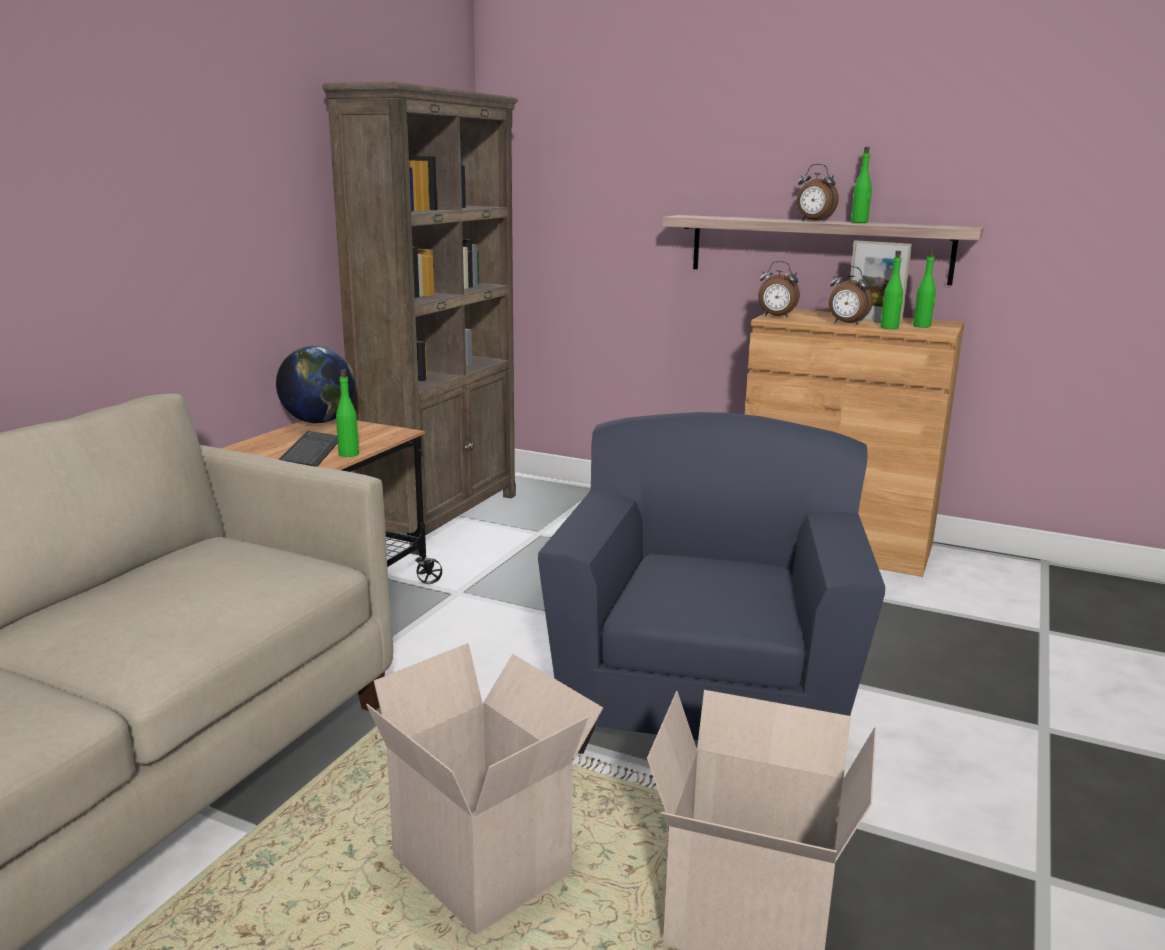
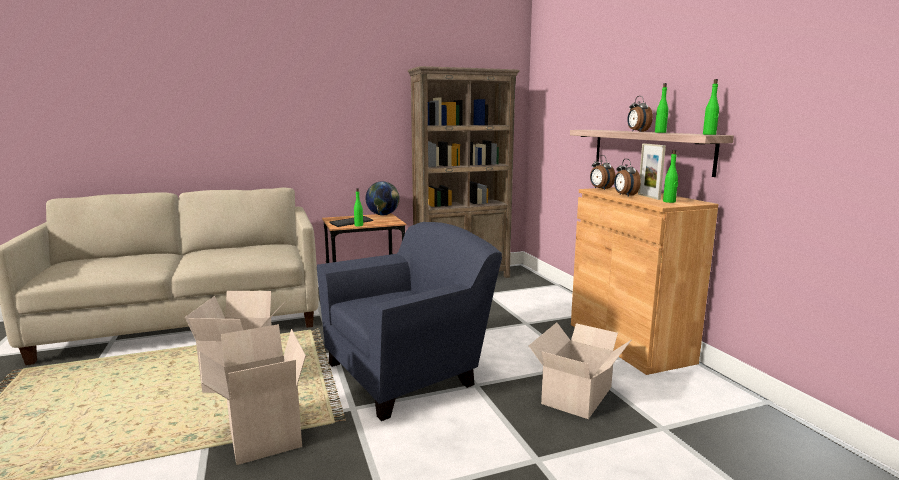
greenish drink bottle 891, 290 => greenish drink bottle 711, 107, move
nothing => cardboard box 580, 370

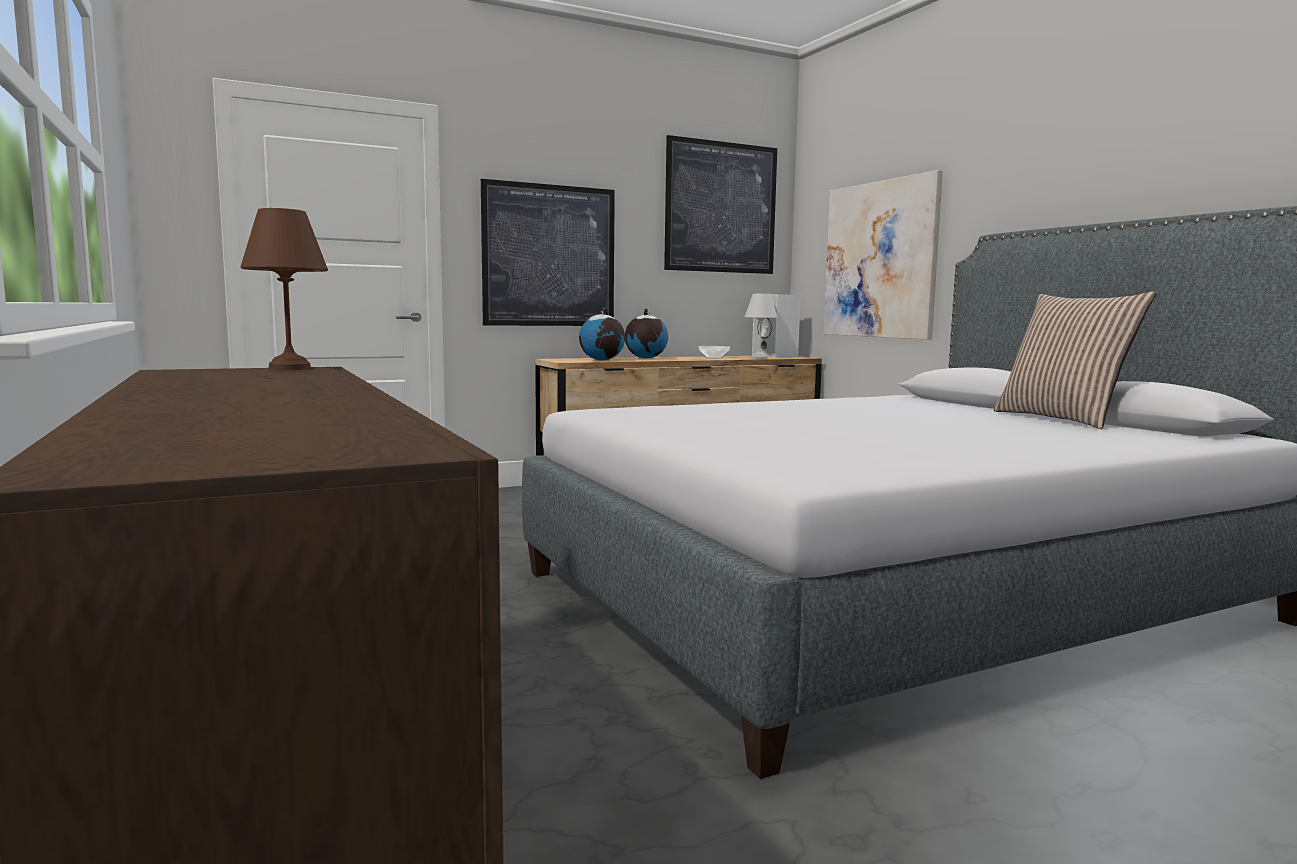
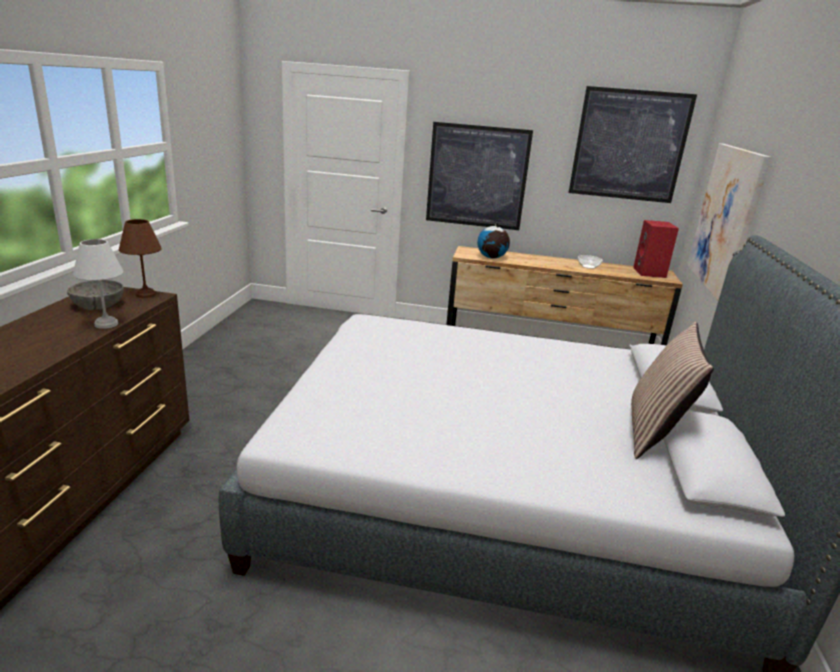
world globe 646, 333 => nothing
white-coloured lamp for a table 761, 326 => white-coloured lamp for a table 98, 284, move
white-coloured audio speaker 776, 326 => red audio speaker 656, 249
nothing => gray bowl 95, 295

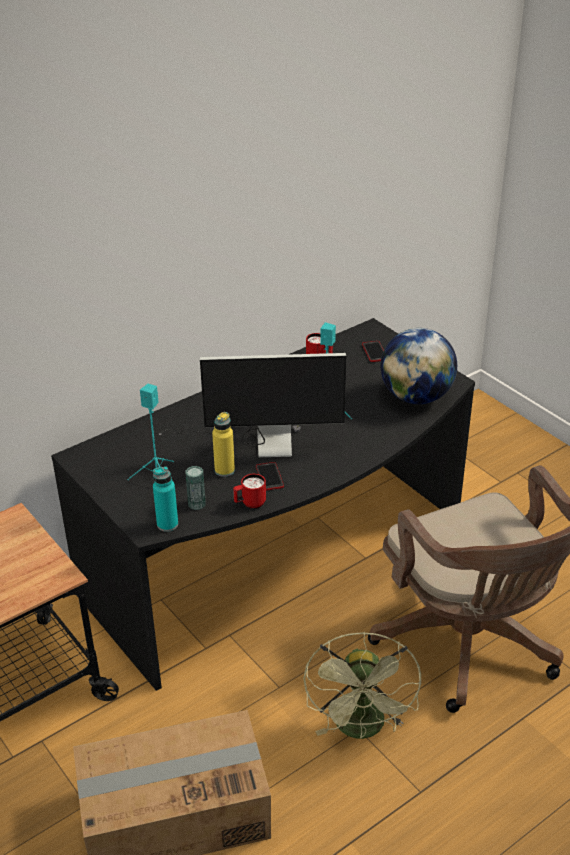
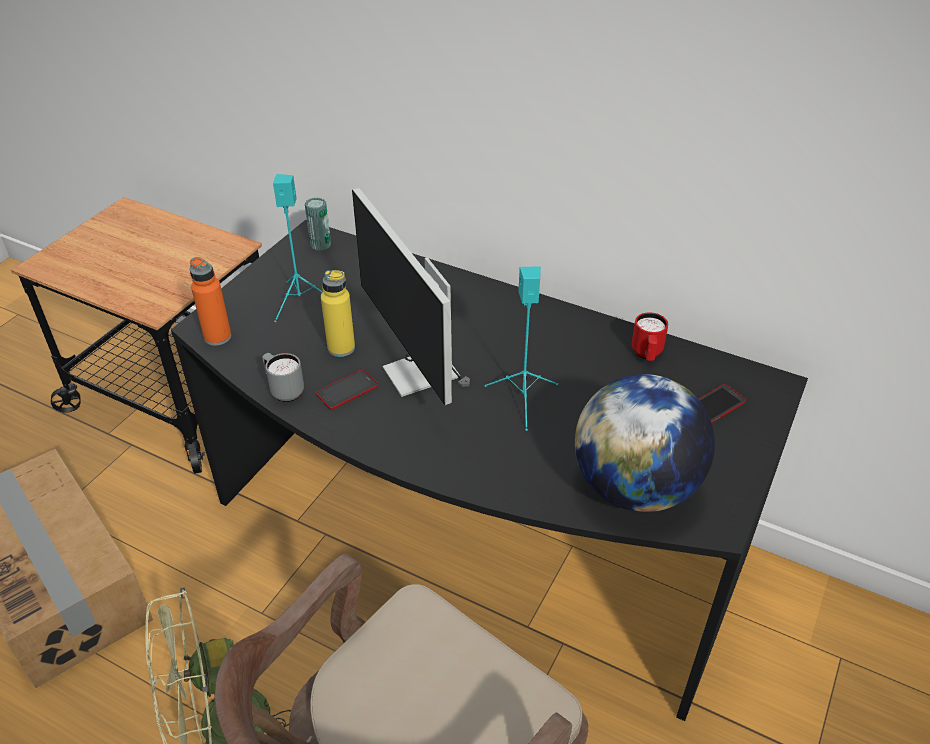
turquoise drink bottle 165, 499 => orange-coloured drink bottle 210, 301
can 196, 488 => can 318, 224, move
red tea mug 249, 491 => gray tea mug 283, 377

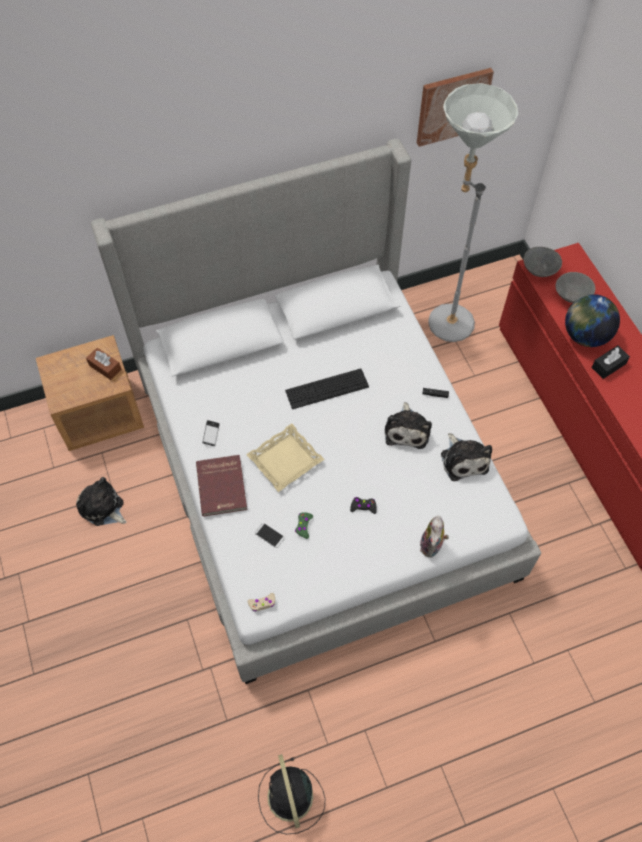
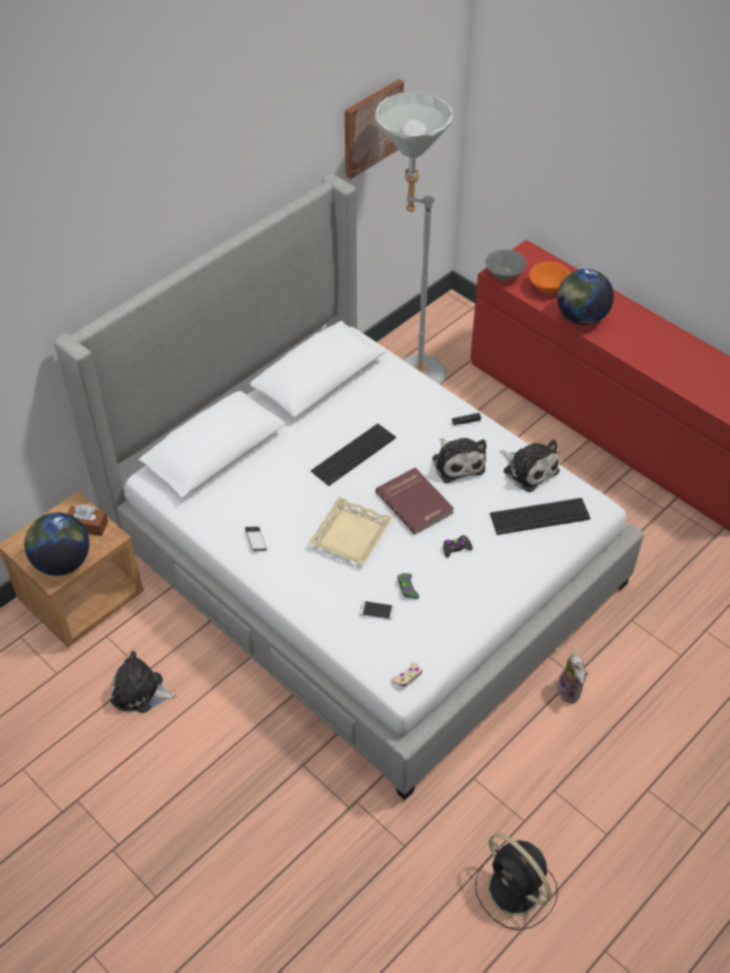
red volume 221, 486 => red volume 414, 501, move
soft toy 434, 537 => soft toy 573, 678, move
gray bowl 575, 287 => orange-coloured bowl 550, 278
black tissue box 610, 362 => nothing
nothing => world globe 56, 544
nothing => keyboard 540, 516

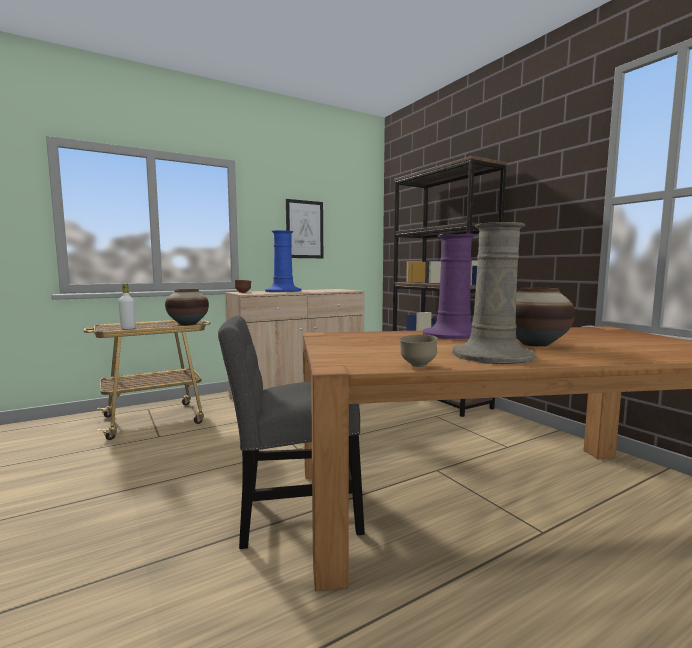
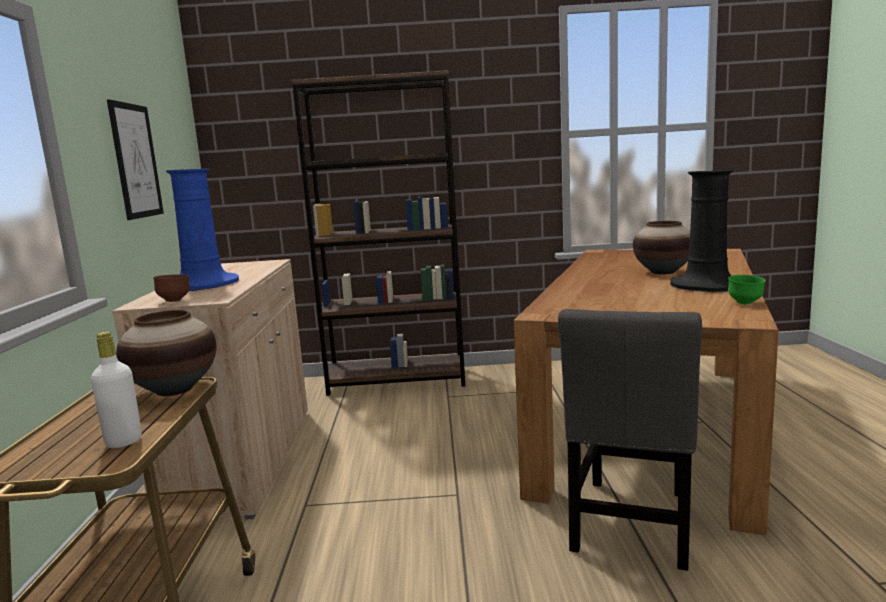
brown bowl 418, 350 => greenish bowl 747, 289
purplish vase 449, 286 => nothing
beige vase 493, 293 => black vase 702, 231

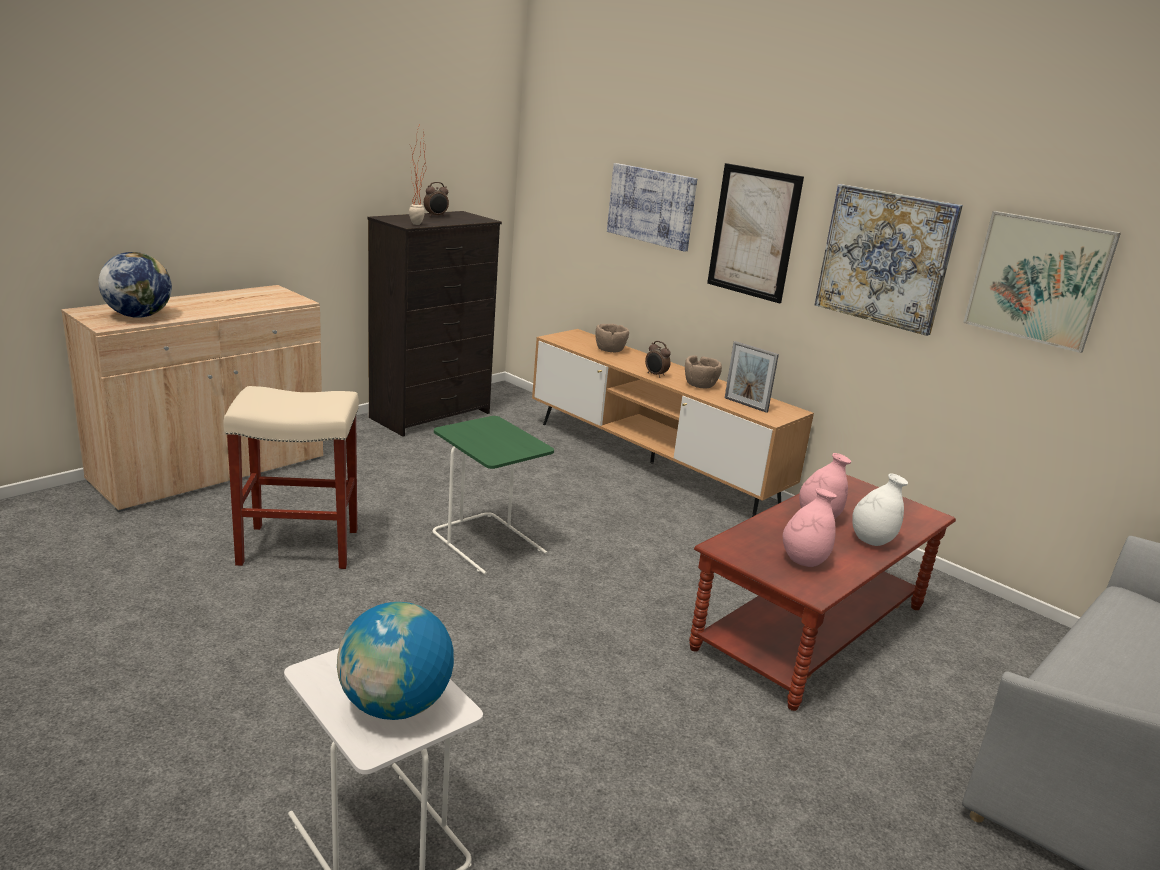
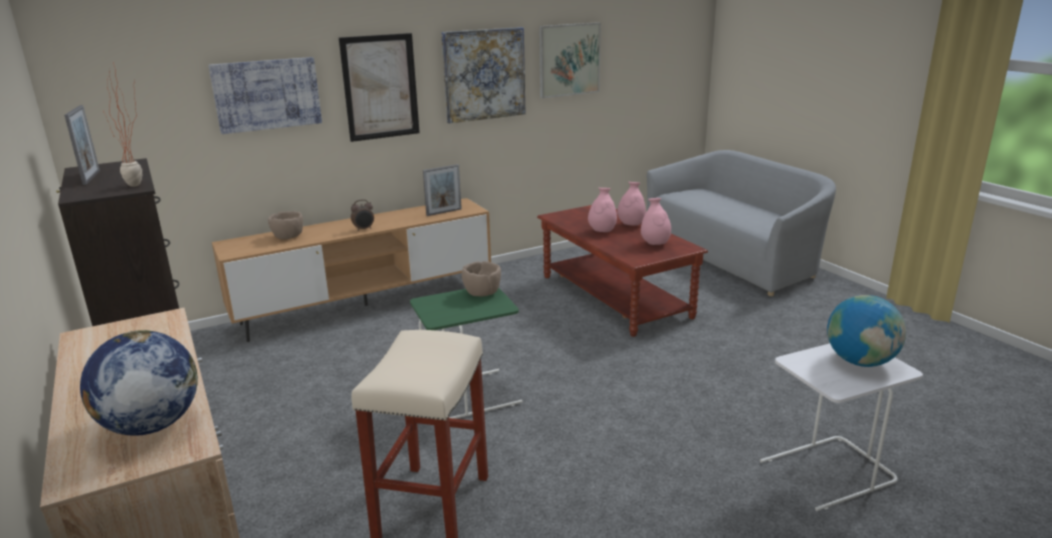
bedside clock 436, 199 => picture frame 82, 145
brown bowl 703, 371 => brown bowl 481, 278, move
white-coloured vase 880, 509 => pink-coloured vase 631, 204

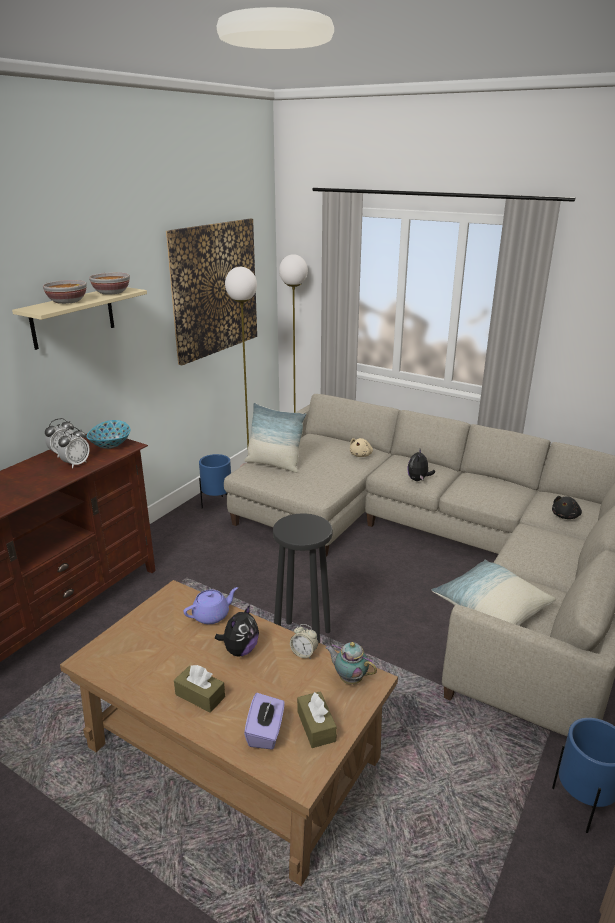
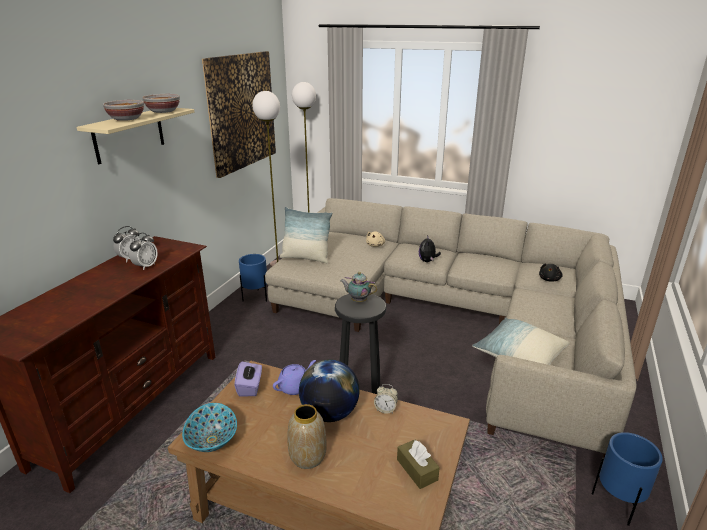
bowl 109, 434 => bowl 209, 427, move
brown tissue box 199, 689 => vase 307, 436
soft toy 237, 631 => world globe 329, 390
purplish tissue box 264, 721 => purplish tissue box 248, 379, move
teapot 351, 663 => teapot 358, 287, move

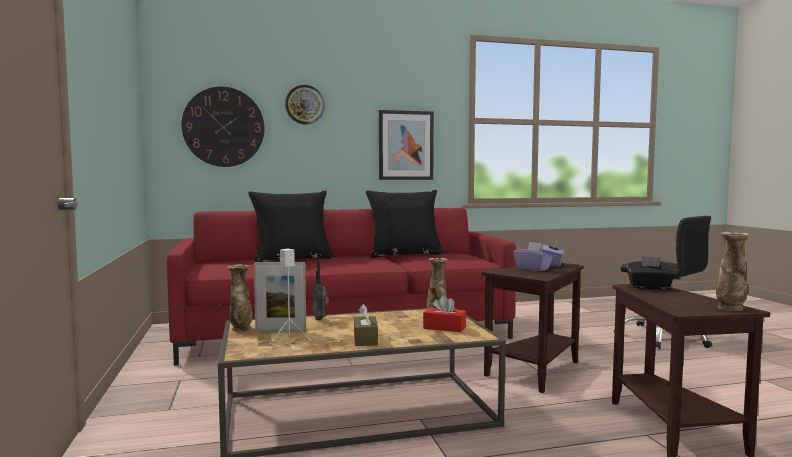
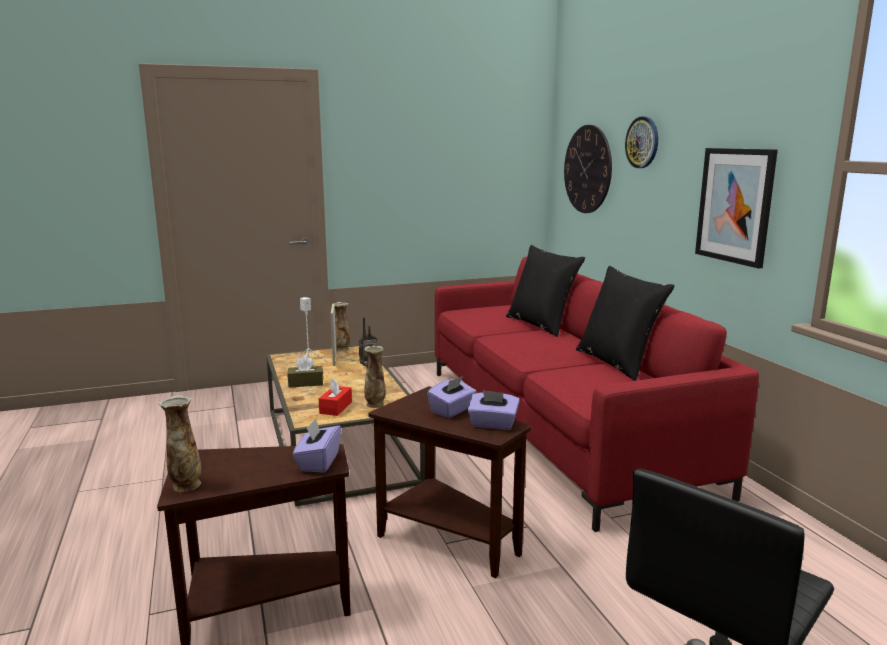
black tissue box 651, 272 => purplish tissue box 317, 445

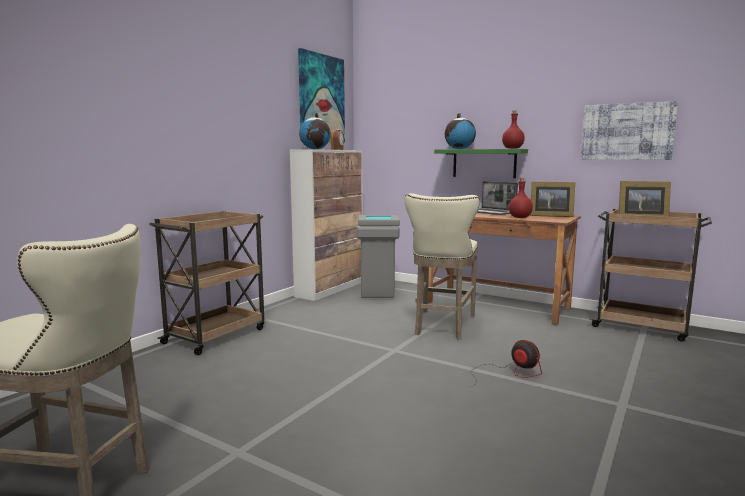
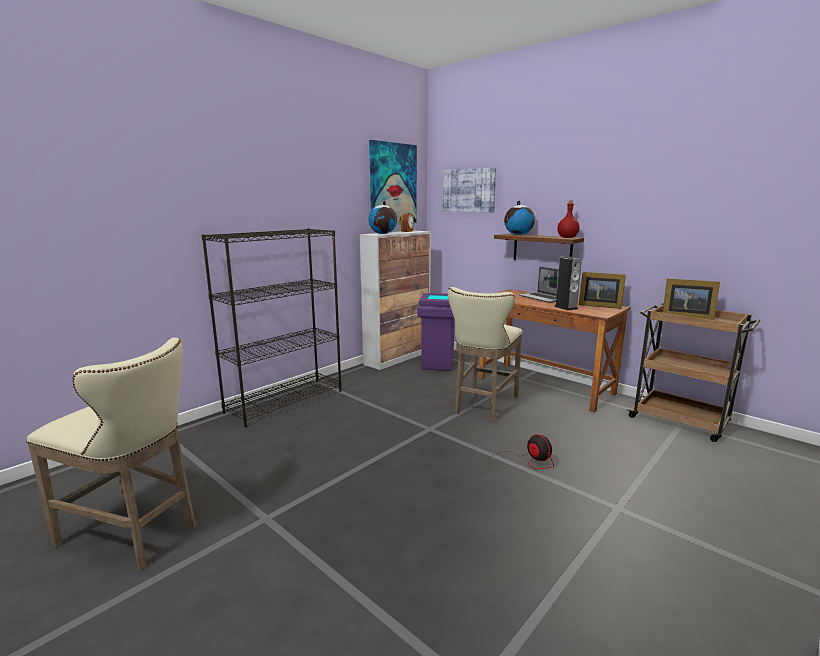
brown cart 206, 283 => black shelving unit 272, 328
gray trash can 378, 256 => purplish trash can 436, 332
greenish wall shelf 481, 163 => brown wall shelf 539, 247
red drink bottle 521, 198 => audio speaker 568, 283
wall picture 629, 130 => wall picture 469, 190, move

